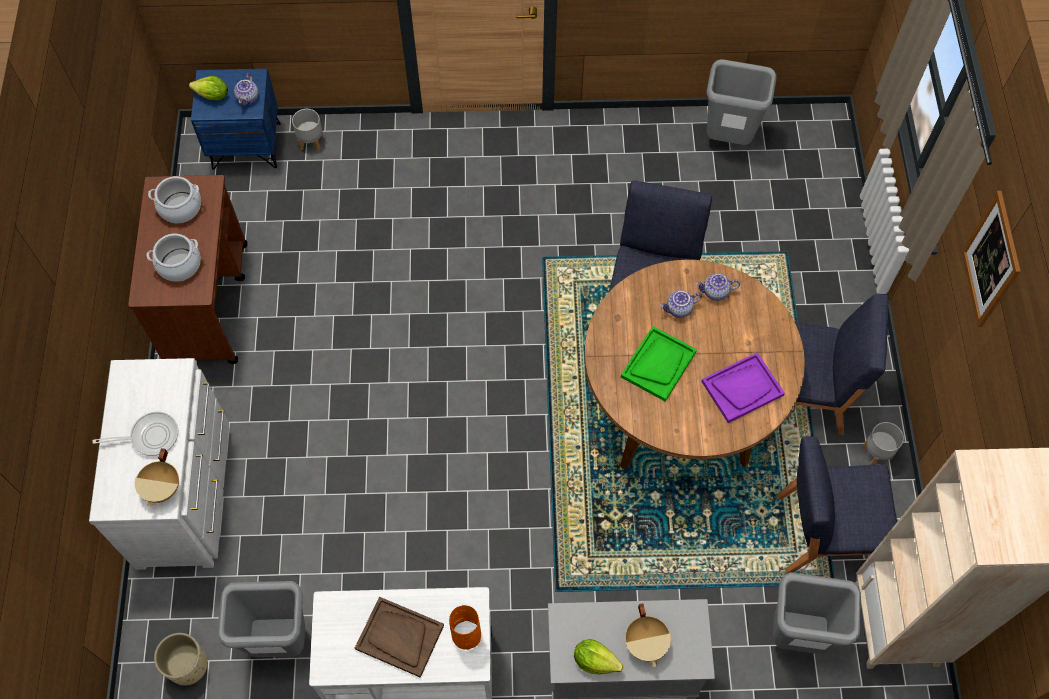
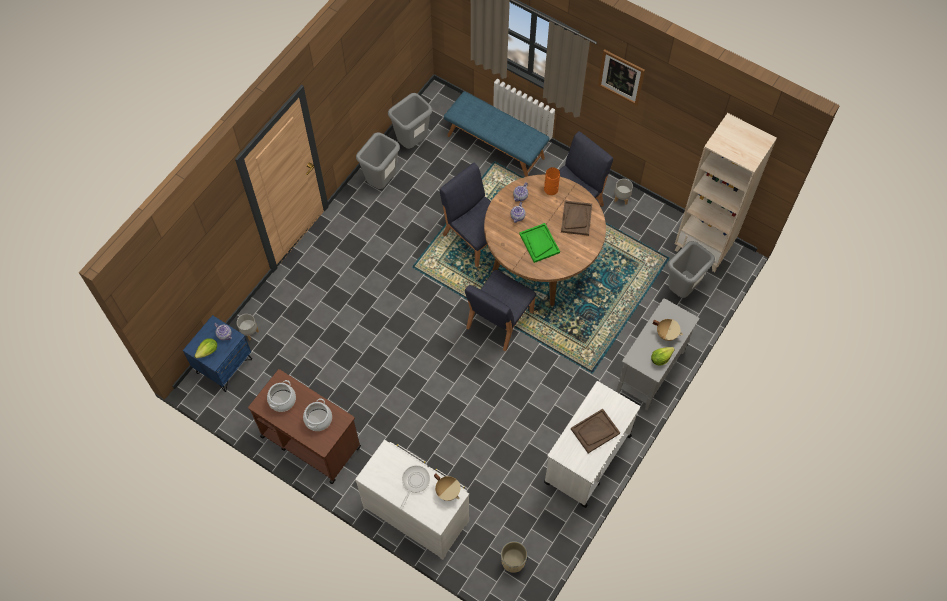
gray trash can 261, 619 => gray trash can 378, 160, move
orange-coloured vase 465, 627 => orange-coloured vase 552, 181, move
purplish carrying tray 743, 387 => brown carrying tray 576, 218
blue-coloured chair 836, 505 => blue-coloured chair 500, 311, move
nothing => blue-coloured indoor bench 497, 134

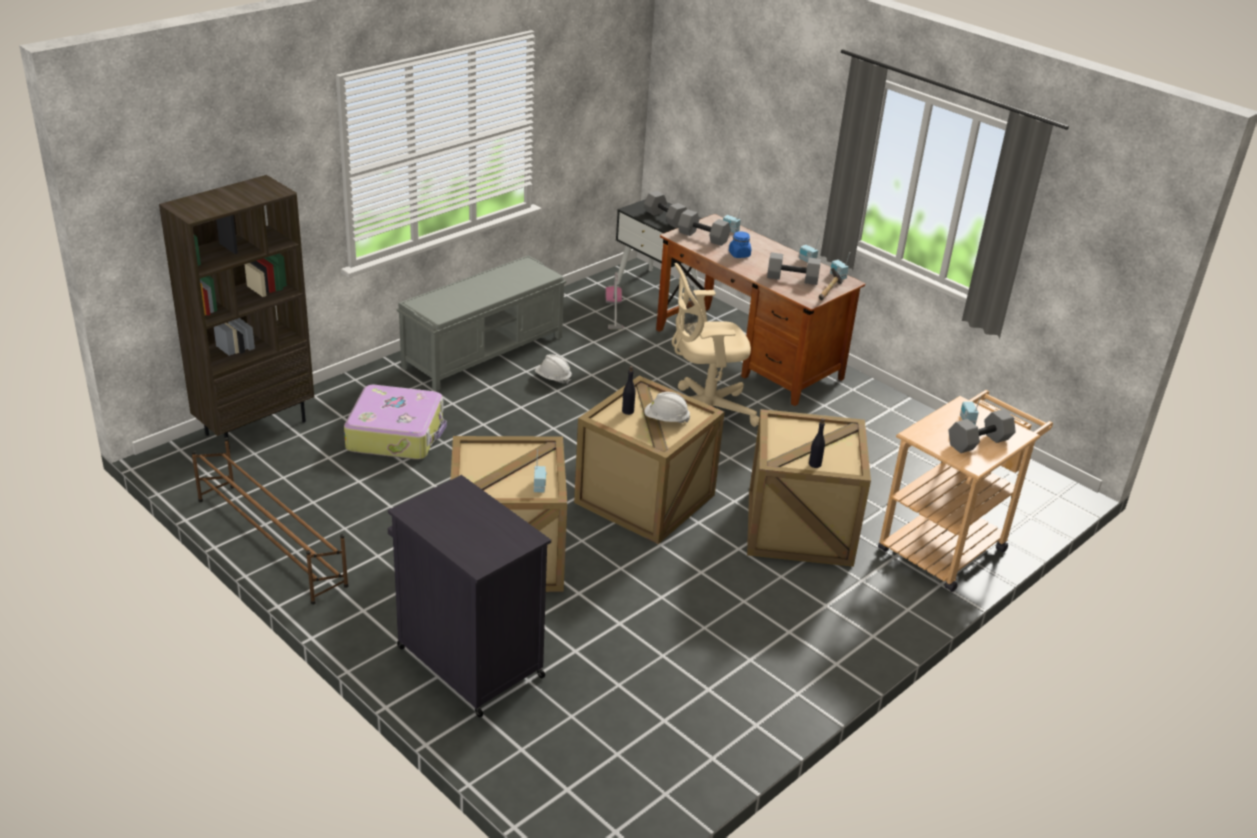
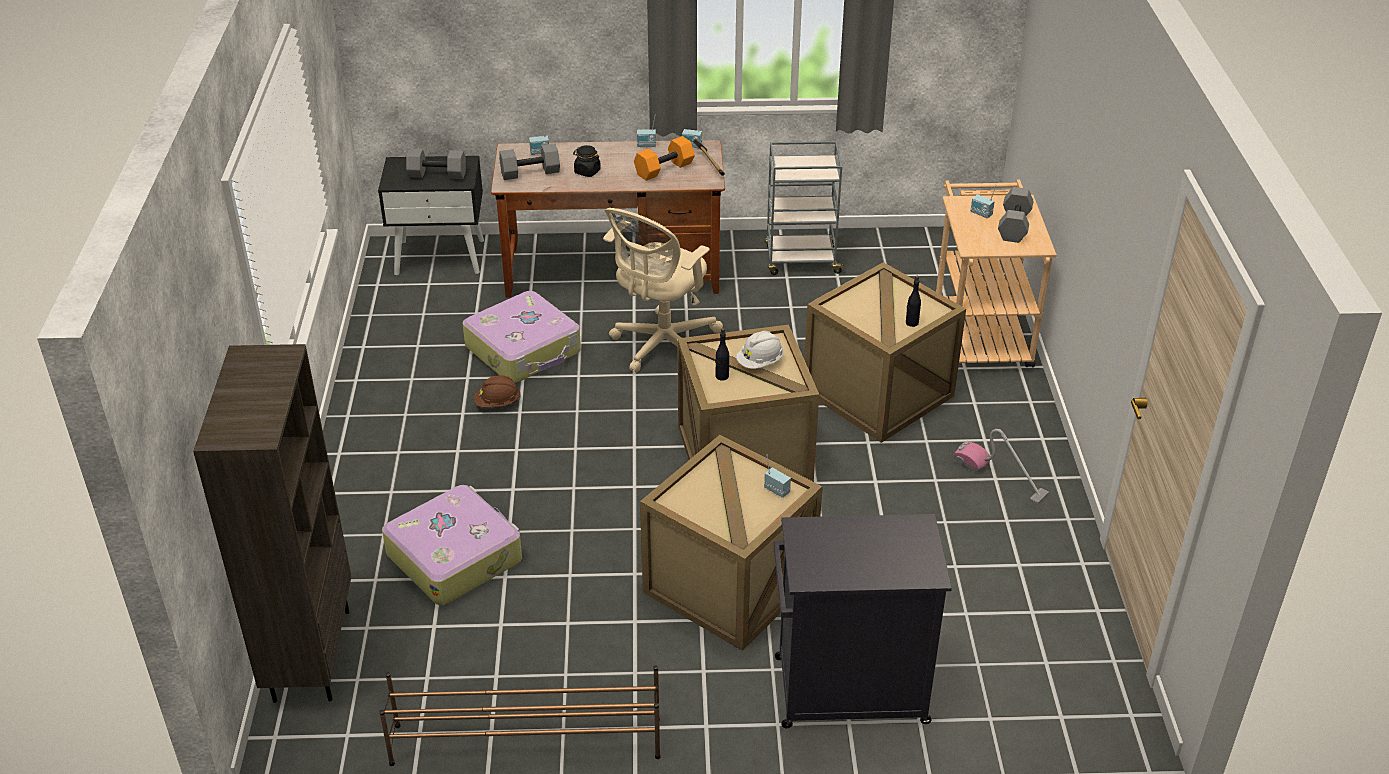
gray indoor bench 481, 323 => nothing
white-coloured safety helmet 553, 369 => brown safety helmet 497, 391
vacuum 614, 300 => vacuum 1001, 466, move
blue-coloured preserve jar 740, 244 => black preserve jar 587, 161
gray free weight 794, 268 => orange-coloured free weight 664, 158
nothing => piece of luggage 522, 337
nothing => gray cart 805, 208

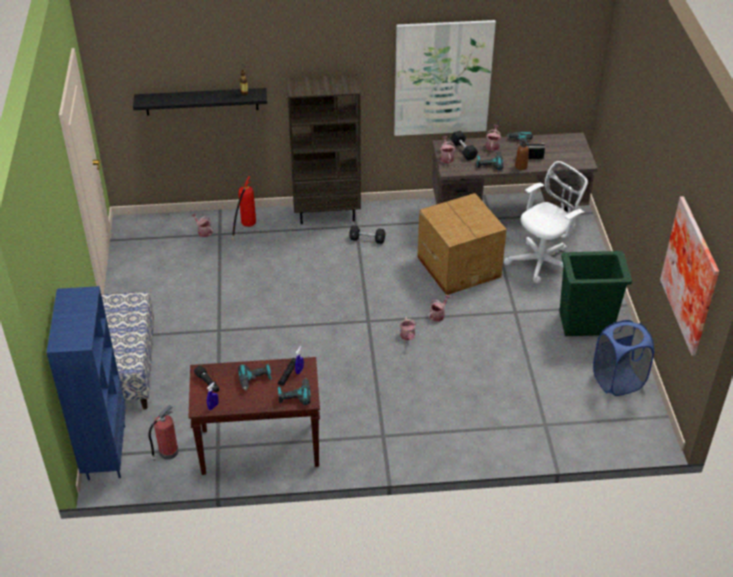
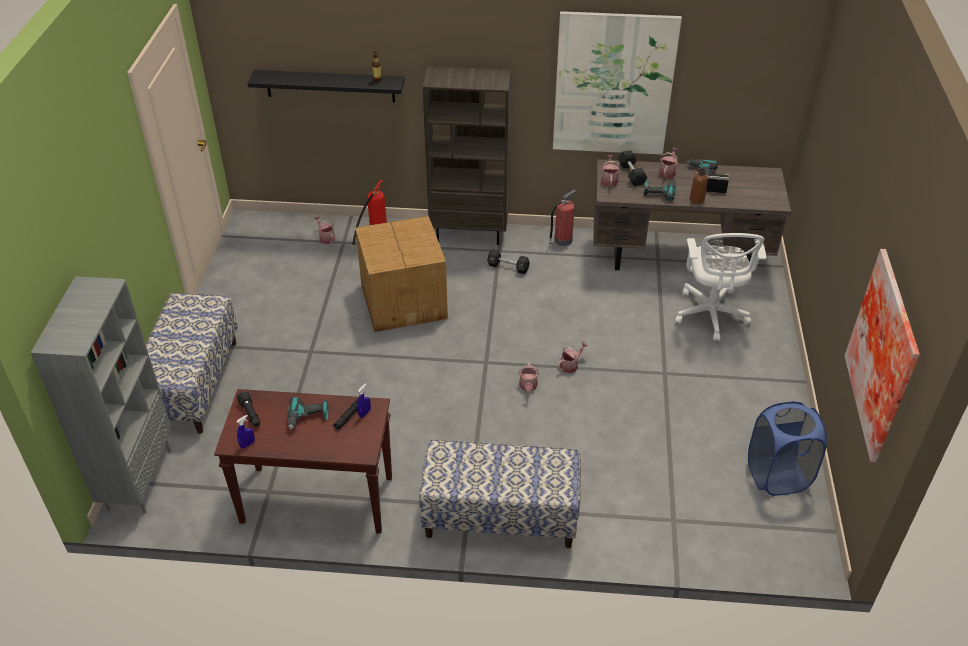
blue-coloured shelving unit 86, 383 => gray shelving unit 101, 395
fire-fighting cylinder 164, 433 => fire-fighting cylinder 563, 218, move
drill 294, 391 => nothing
cardboard box 462, 244 => cardboard box 401, 274, move
white-coloured desk chair 546, 222 => white-coloured desk chair 720, 287, 120 degrees clockwise
greenish trash can 595, 293 => nothing
nothing => indoor bench 500, 494

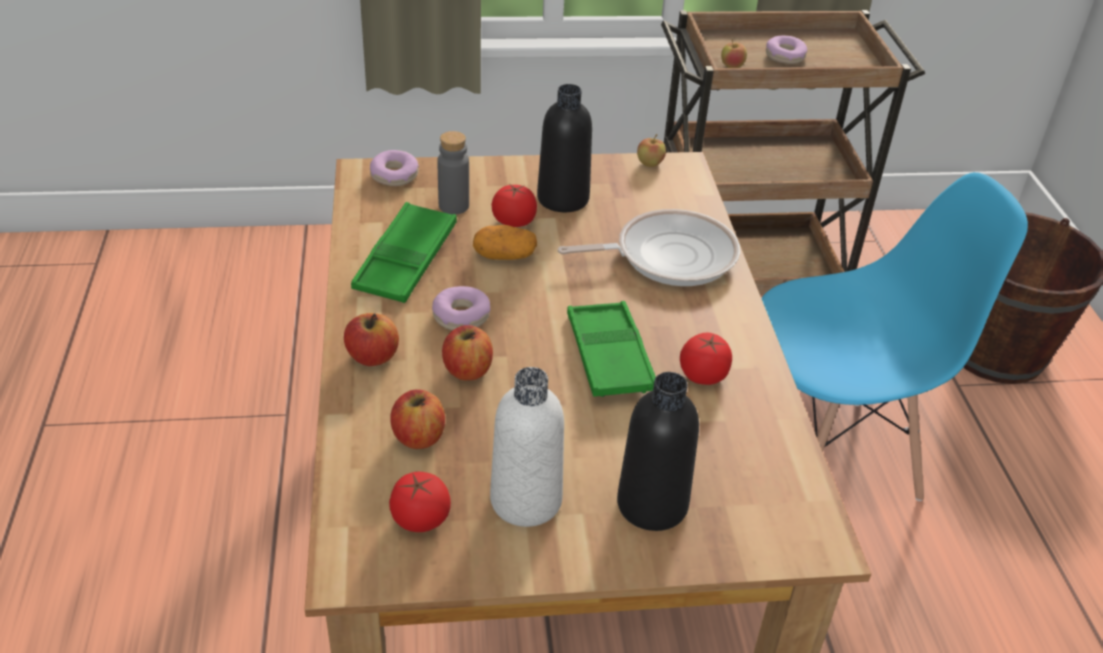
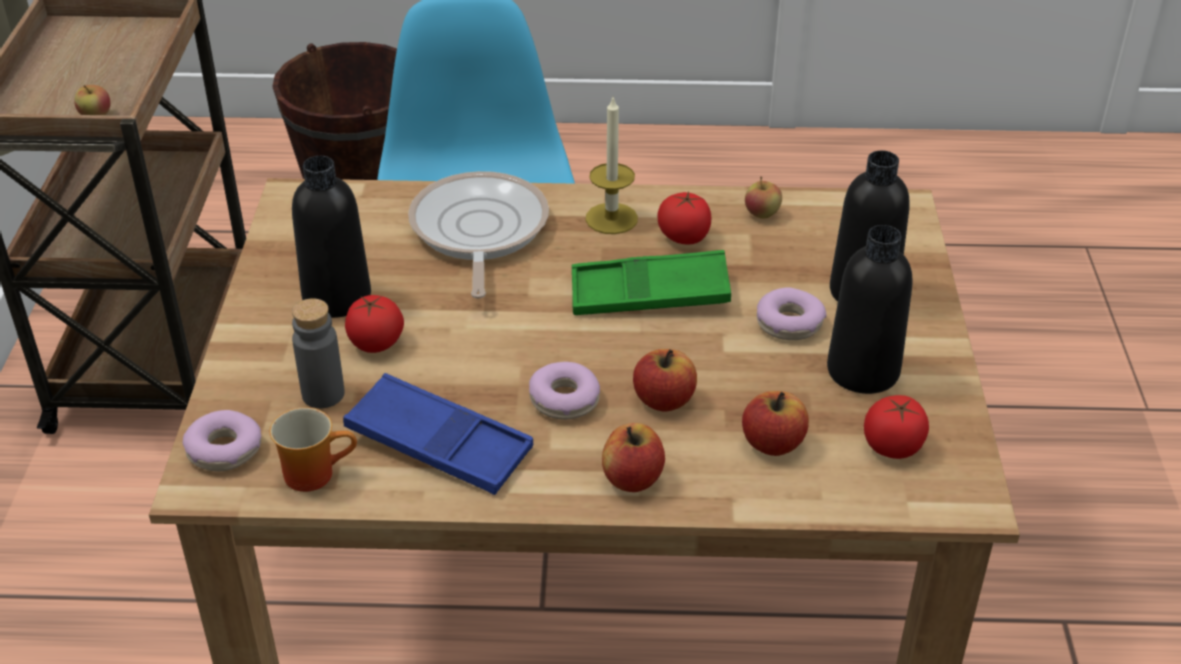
greenish carrying tray 404, 252 => blue-coloured carrying tray 438, 434
whole potato 505, 242 => nothing
white-coloured drink bottle 527, 447 => black drink bottle 870, 309
apple 651, 150 => apple 763, 197, move
ring doughnut 786, 50 => ring doughnut 791, 313, move
nothing => tea mug 313, 449
nothing => wax light 611, 165

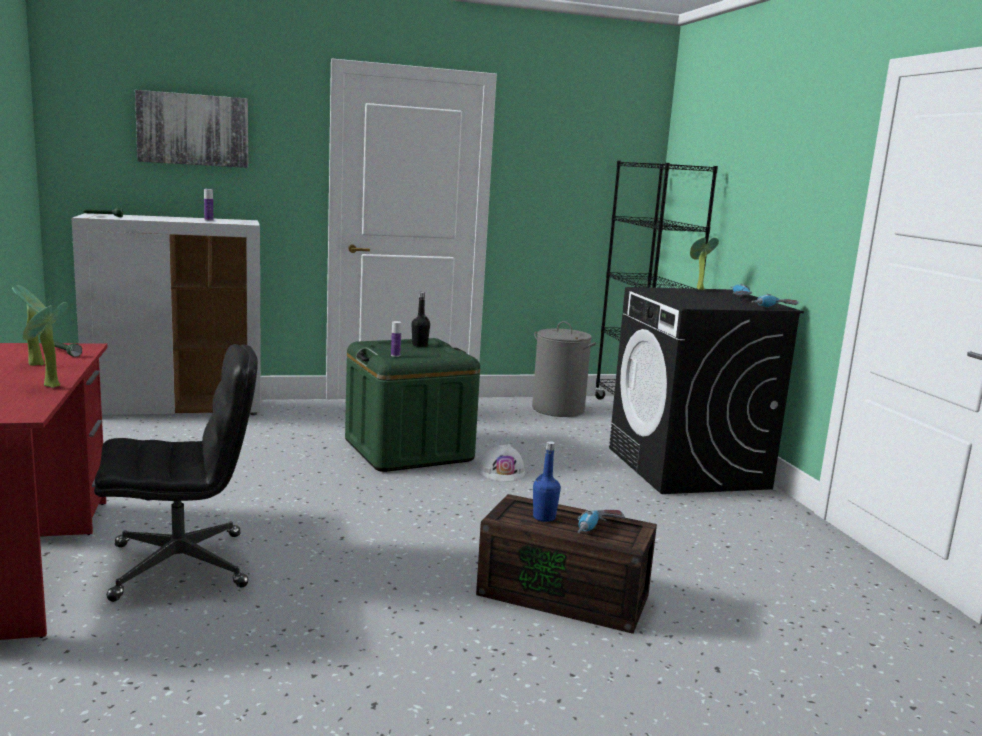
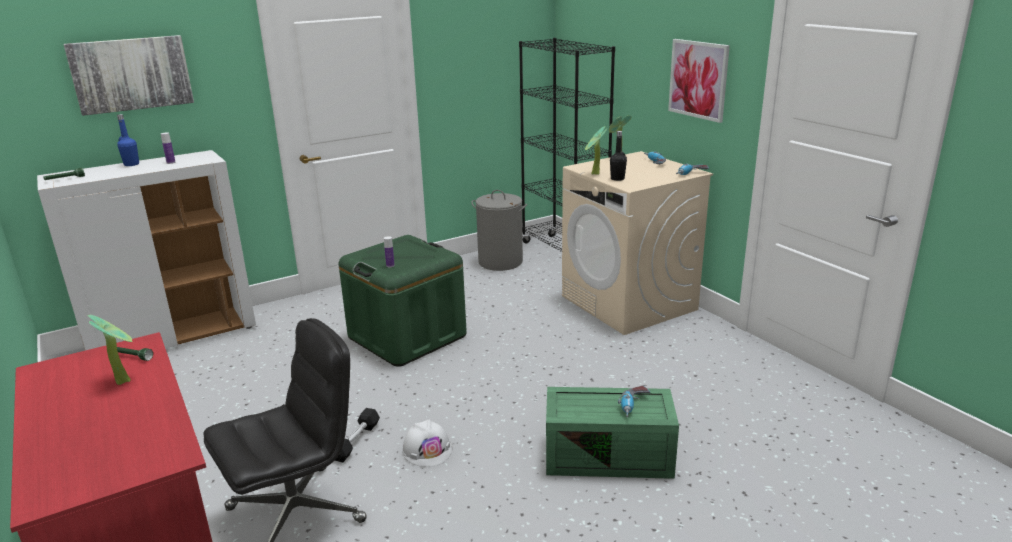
houseplant 45, 345 => houseplant 596, 150, move
black drink bottle 421, 319 => black drink bottle 618, 156, move
brown storage bin 566, 564 => greenish storage bin 612, 433
white-coloured safety helmet 502, 463 => white-coloured safety helmet 427, 443, move
blue-coloured drink bottle 547, 481 => blue-coloured drink bottle 128, 140, move
black laundry machine 706, 390 => beige laundry machine 637, 243
nothing => black free weight 357, 435
nothing => wall picture 699, 81

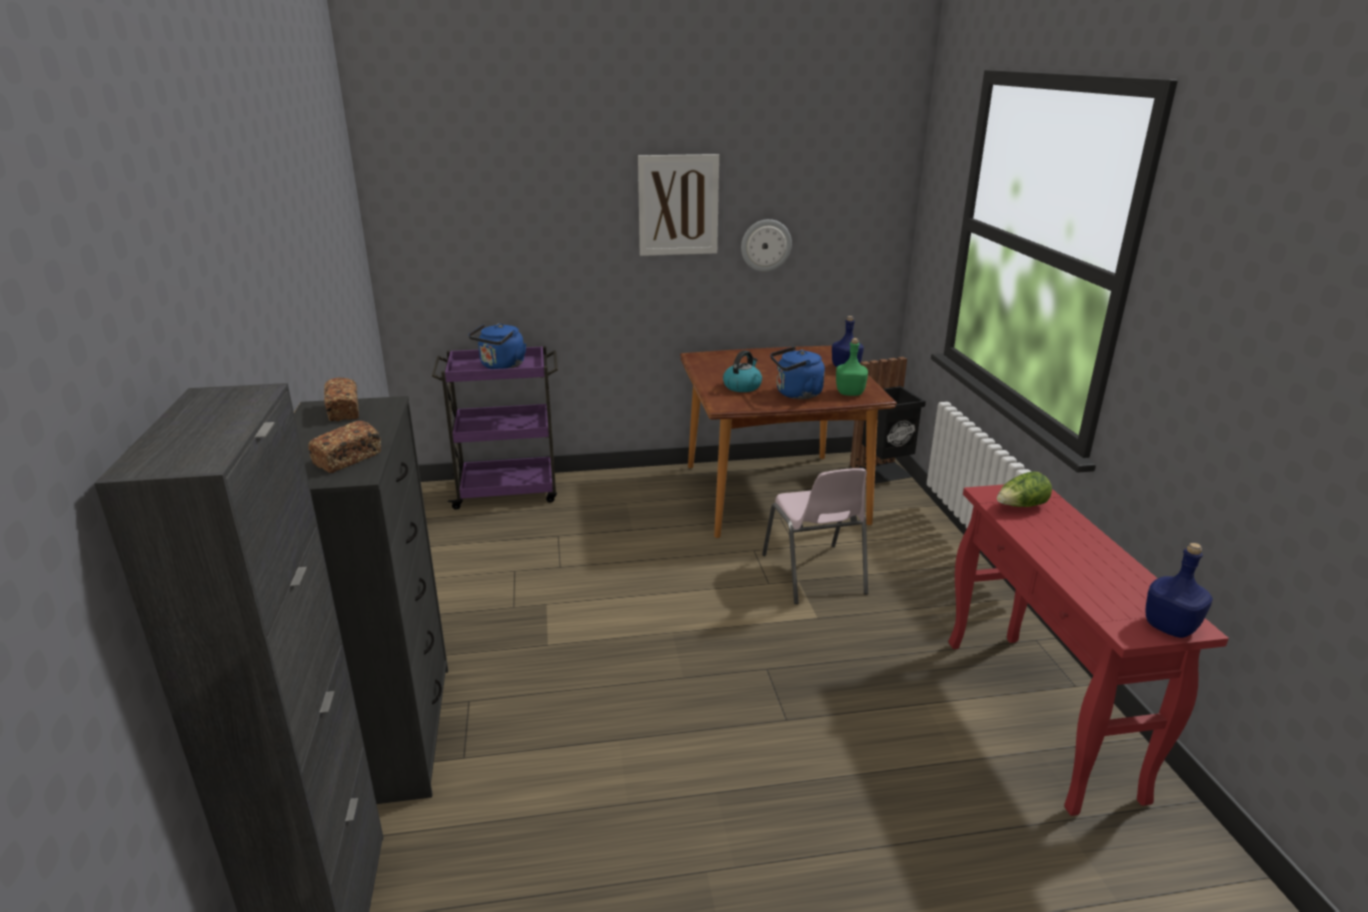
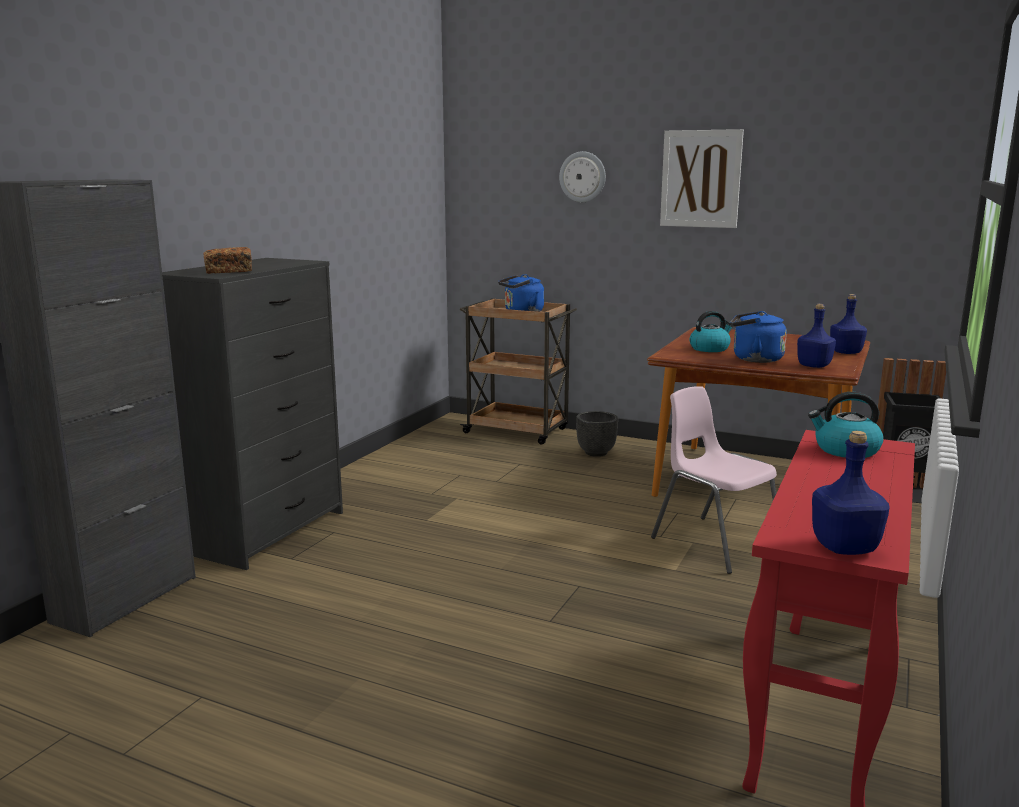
baked bread 341, 399 => nothing
purplish cart 494, 428 => brown cart 518, 371
clock on the wall 766, 245 => clock on the wall 582, 176, move
pink-coloured chair 815, 536 => pink-coloured chair 714, 480, 120 degrees clockwise
greenish drink bottle 852, 367 => blue-coloured drink bottle 816, 336
head of lettuce 1024, 489 => water kettle 846, 425
nothing => black planter 597, 434

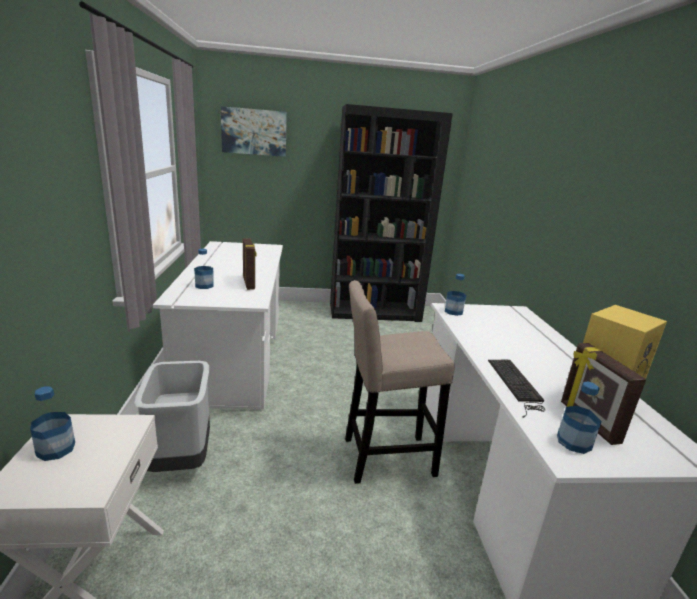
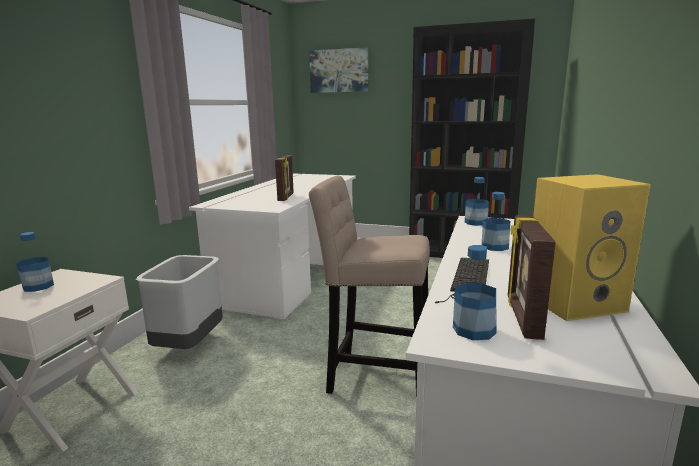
drink bottle 204, 269 => drink bottle 496, 221, move

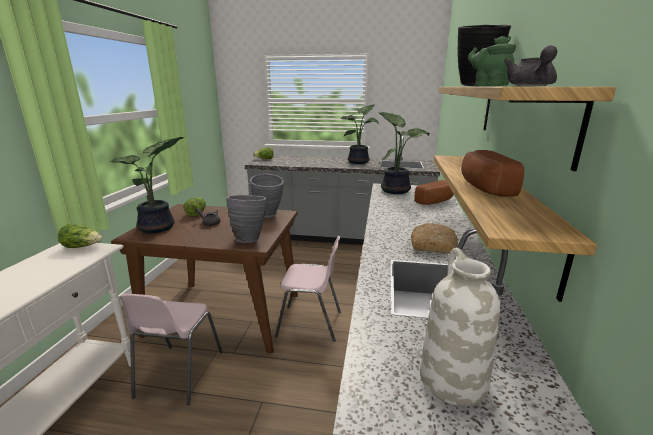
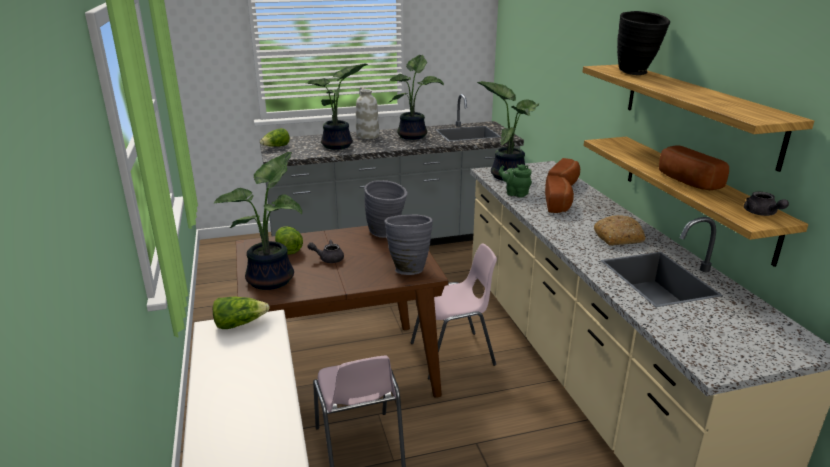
white-coloured vase 460, 327 => white-coloured vase 367, 113, move
greenish teapot 492, 61 => greenish teapot 515, 181, move
gray teapot 530, 65 => gray teapot 766, 203, move
nothing => houseplant 337, 107
nothing => baked bread 559, 194

